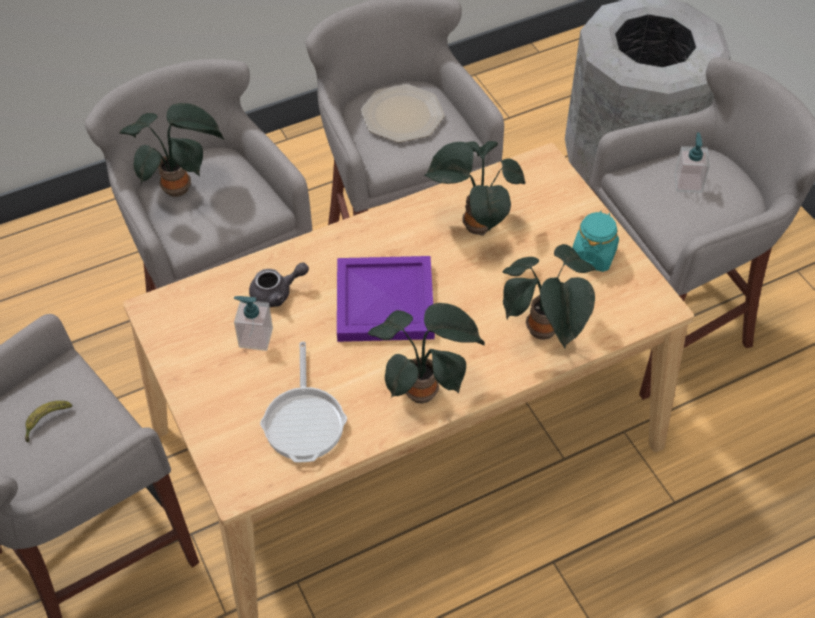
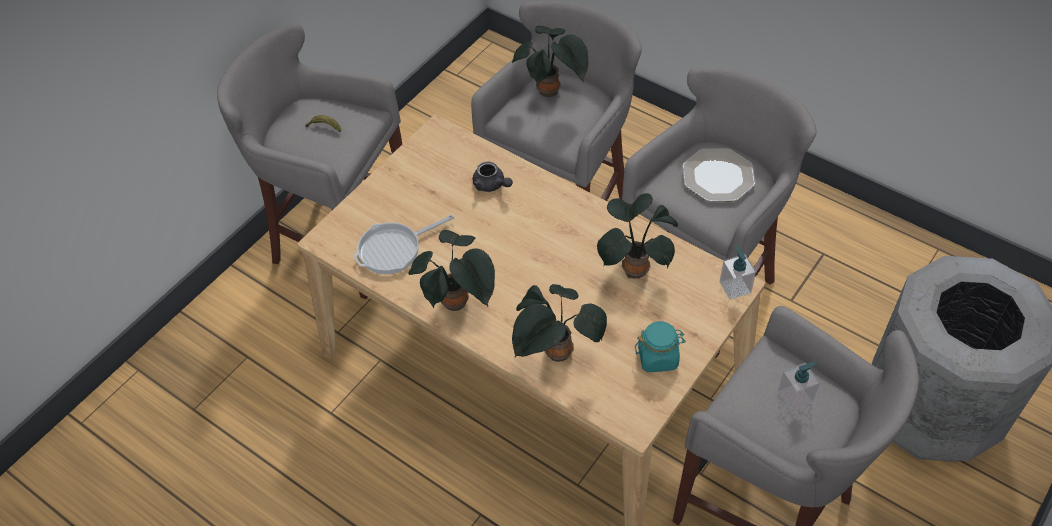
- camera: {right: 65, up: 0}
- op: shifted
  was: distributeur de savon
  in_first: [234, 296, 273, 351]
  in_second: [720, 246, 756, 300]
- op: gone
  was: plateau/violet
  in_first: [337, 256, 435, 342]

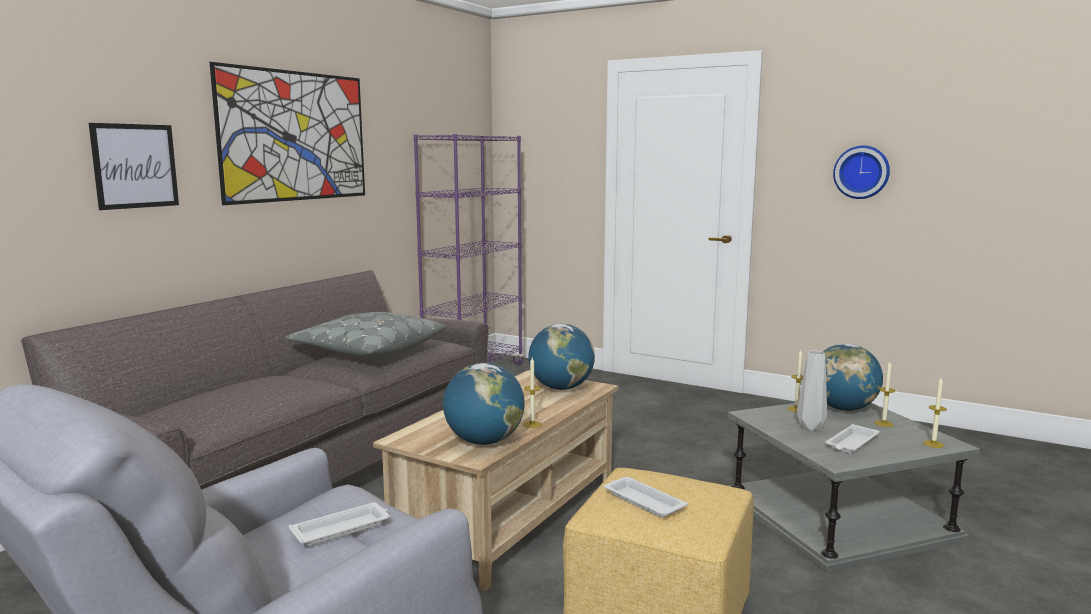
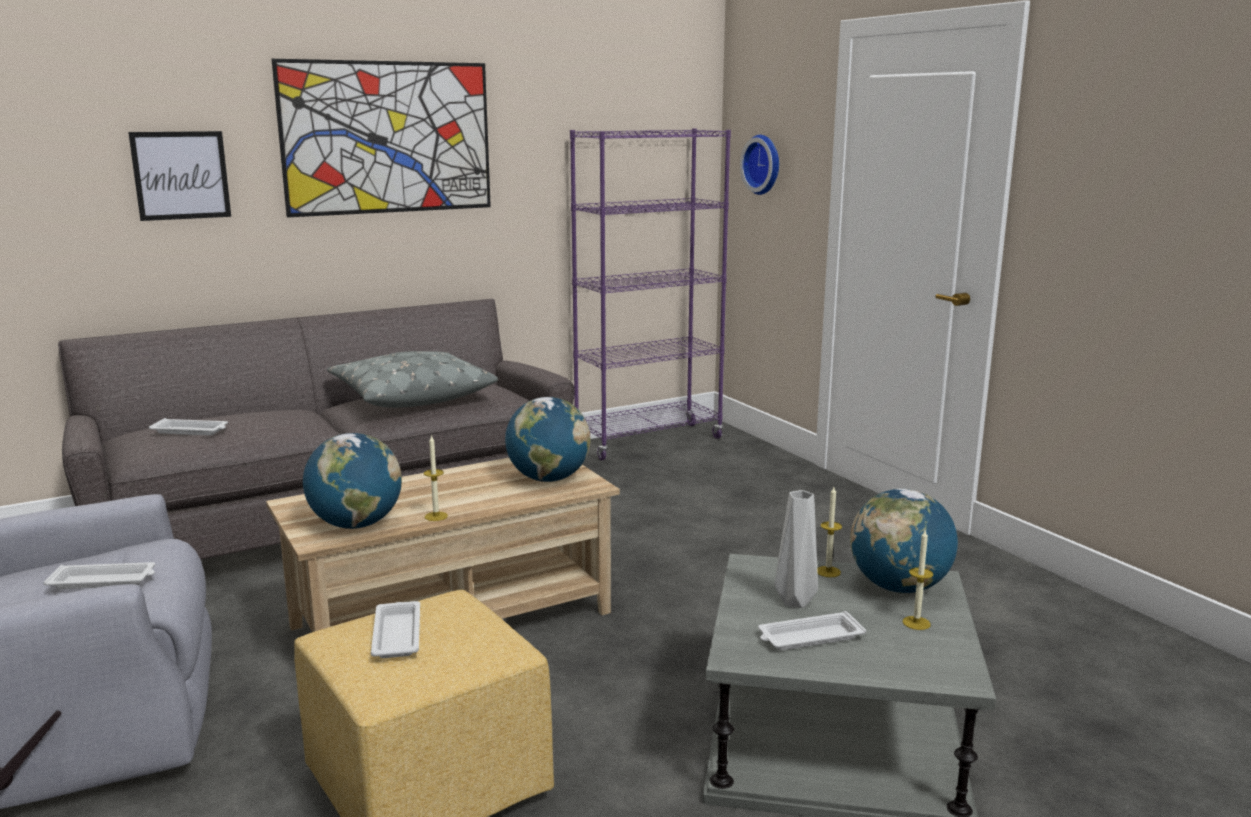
- camera: {right: 30, up: 5}
- op: new
  now: plateau/blanc
  in_second: [149, 418, 228, 435]
- op: shifted
  was: horloge murale
  in_first: [833, 146, 890, 199]
  in_second: [740, 135, 779, 195]
- op: gone
  was: bougie
  in_first: [923, 378, 947, 448]

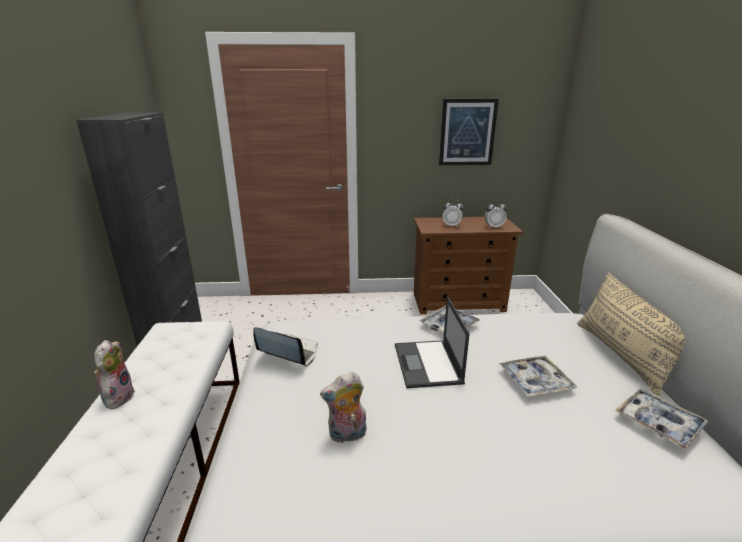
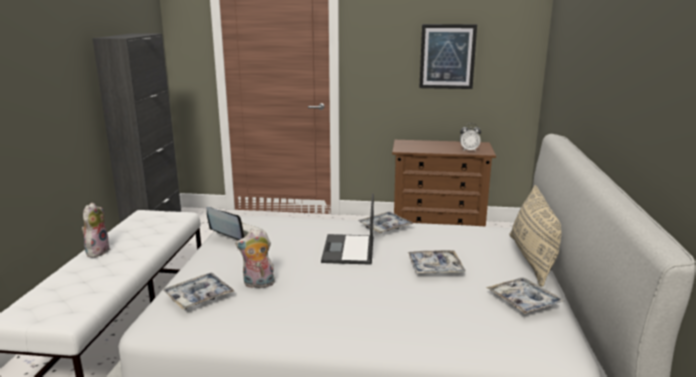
- camera: {right: 10, up: -5}
- op: new
  now: plateau
  in_second: [163, 273, 234, 309]
- op: gone
  was: réveil
  in_first: [443, 199, 464, 227]

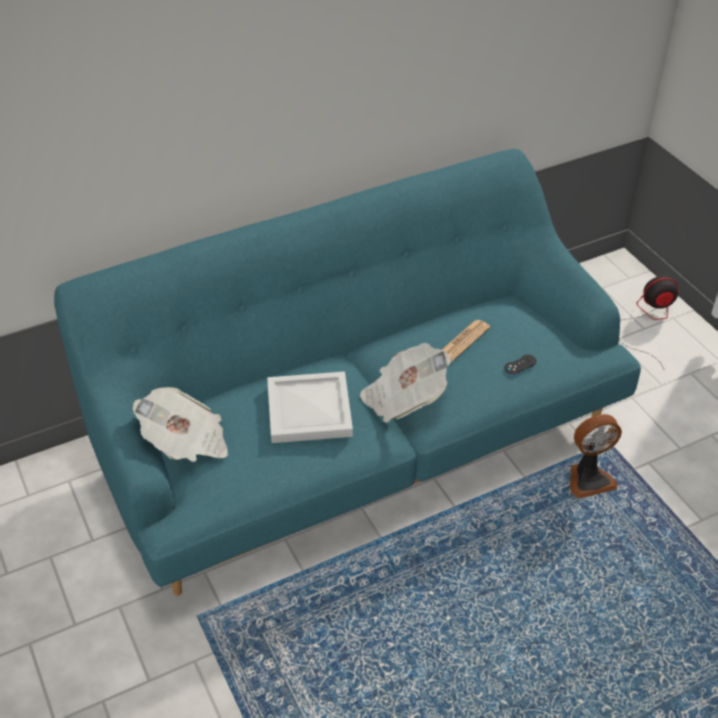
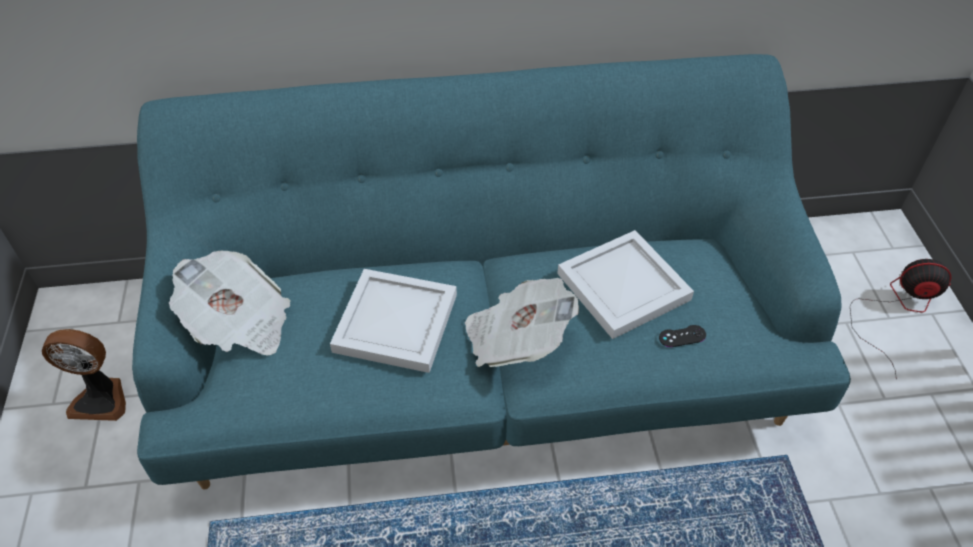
- camera: {right: 20, up: 5}
- op: shifted
  was: ventilateur
  in_first: [570, 414, 622, 499]
  in_second: [42, 329, 126, 421]
- op: swapped
  was: journal
  now: plateau/blanc
  in_first: [442, 320, 490, 361]
  in_second: [557, 230, 694, 339]

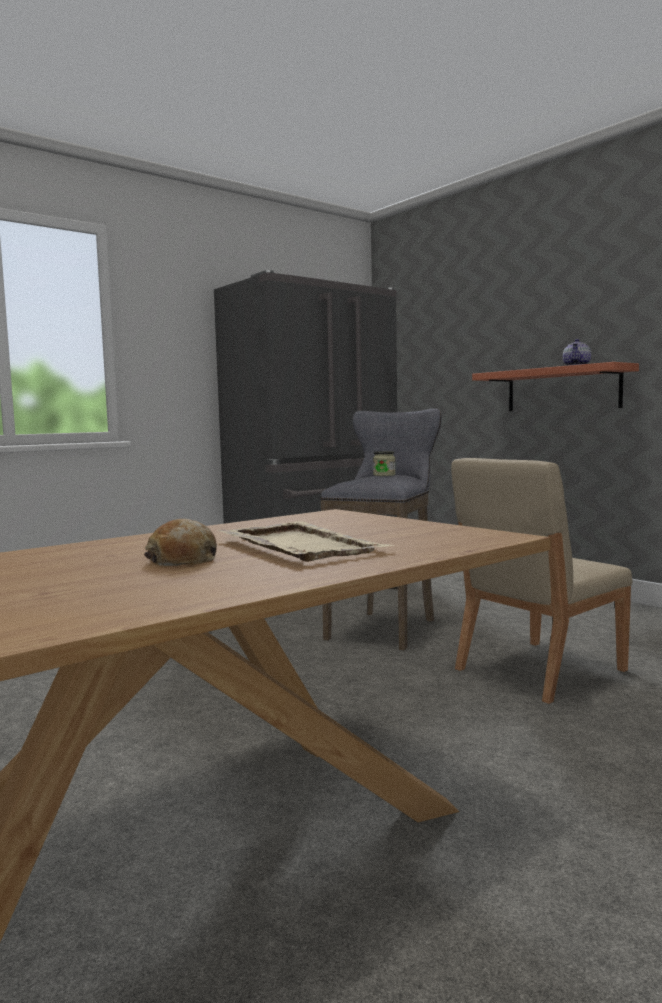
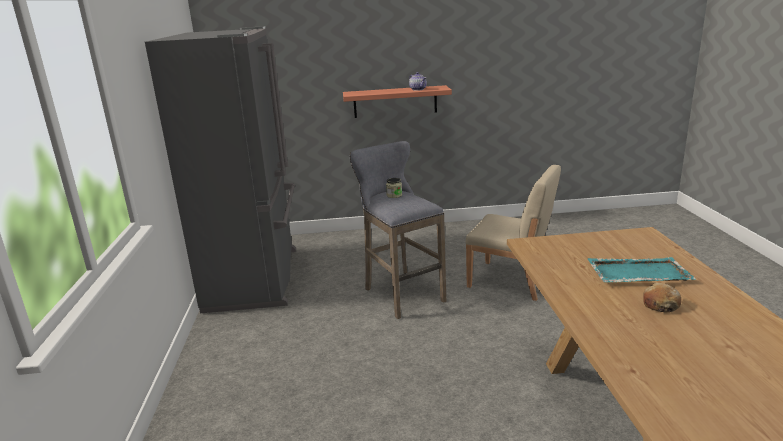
- camera: {right: -55, up: 15}
- op: rotated
  was: chaise/beige
  in_first: [451, 458, 632, 704]
  in_second: [466, 165, 561, 301]
  clockwise: -60
- op: repainted
  was: plateau/beige
  now: plateau/turquoise
  in_first: [218, 521, 394, 562]
  in_second: [587, 257, 696, 282]

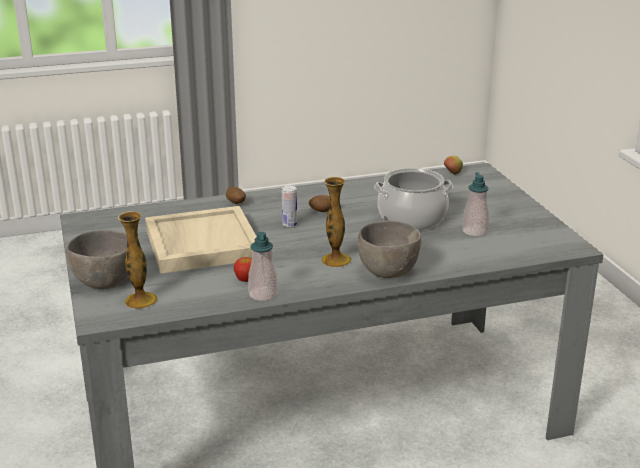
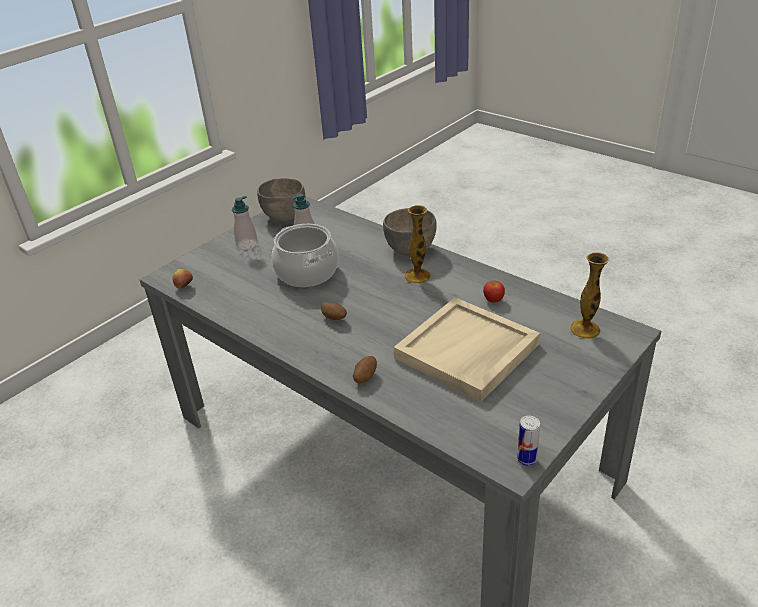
- camera: {right: -120, up: 10}
- op: shifted
  was: distributeur de savon
  in_first: [248, 232, 278, 301]
  in_second: [232, 196, 258, 250]
- op: shifted
  was: bol/gris
  in_first: [66, 230, 128, 289]
  in_second: [257, 178, 305, 221]
- op: shifted
  was: boîte métallique
  in_first: [282, 186, 297, 227]
  in_second: [517, 416, 540, 466]

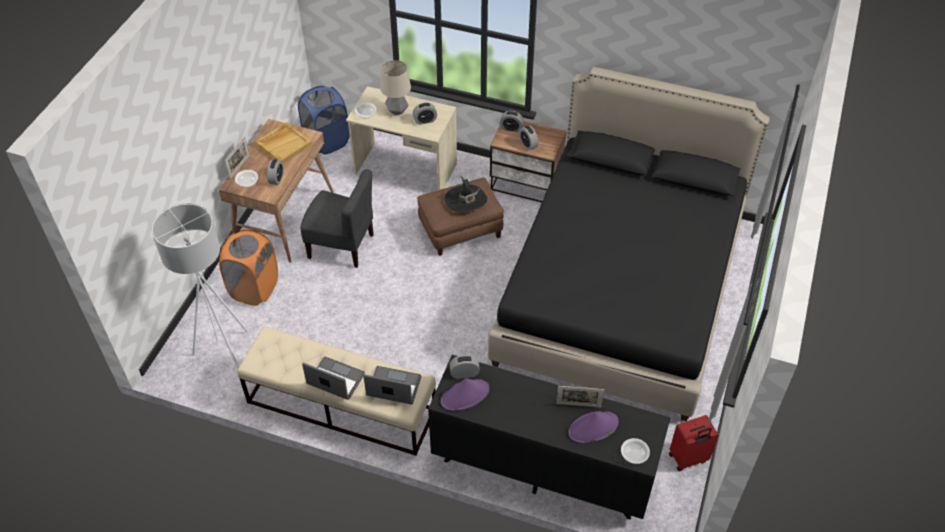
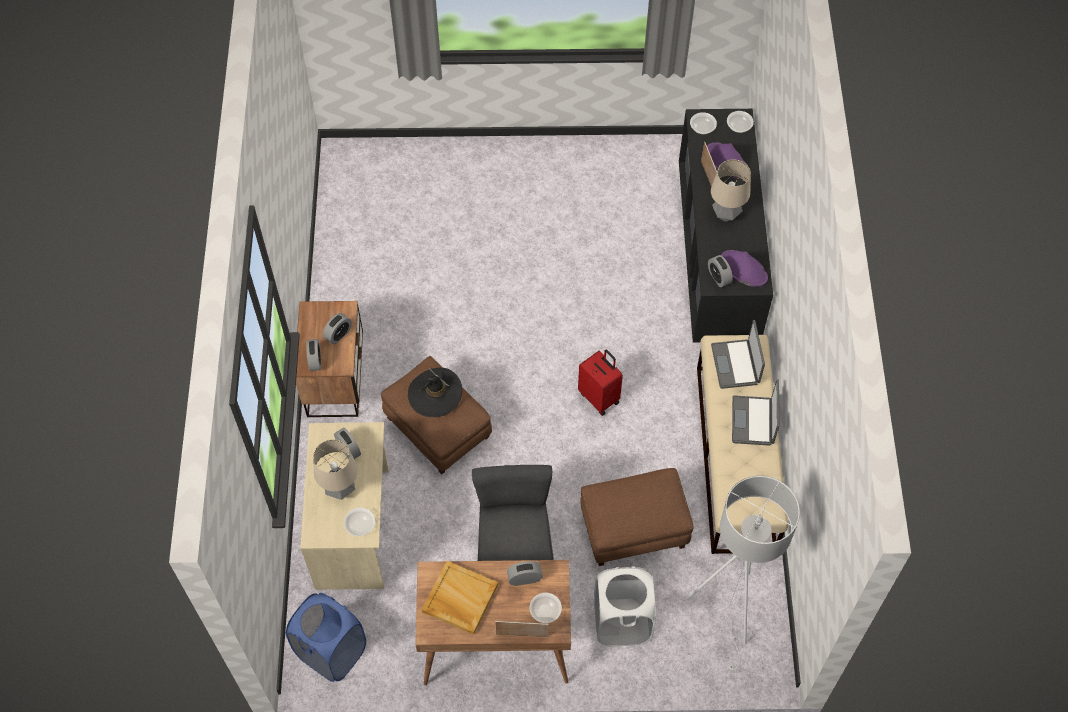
- camera: {right: -110, up: 10}
- op: shifted
  was: valise/rouge
  in_first: [669, 415, 719, 471]
  in_second: [578, 349, 623, 415]
- op: new
  now: pouf/marron
  in_second: [580, 468, 694, 566]
- op: repainted
  was: panier à linge/orange
  now: panier à linge/blanc
  in_first: [219, 229, 278, 306]
  in_second: [594, 566, 656, 646]
- op: new
  now: bol
  in_second: [690, 112, 717, 134]
- op: new
  now: lampe de table
  in_second: [711, 159, 751, 222]
- op: gone
  was: lit/noir
  in_first: [488, 67, 770, 421]

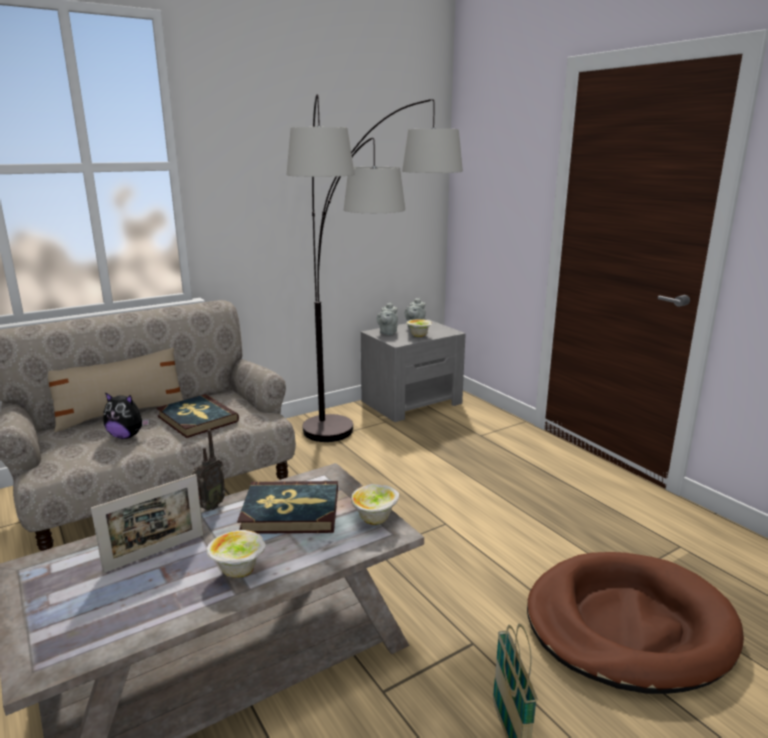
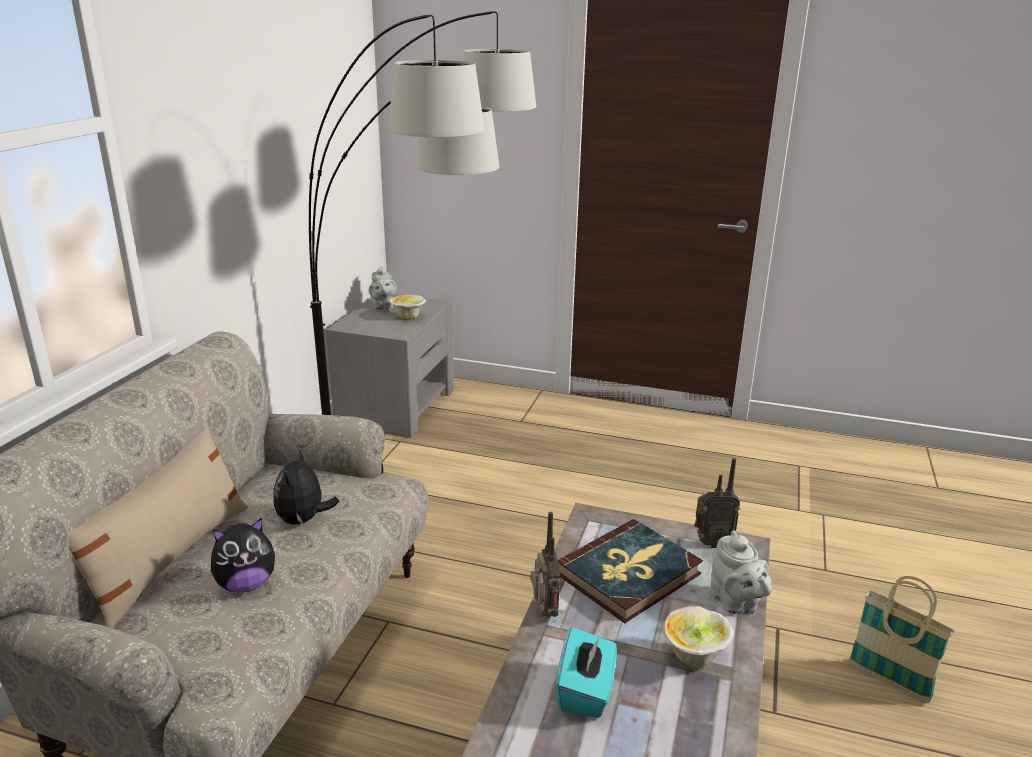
- camera: {right: -40, up: 5}
- op: swapped
  was: livre
  now: peluche
  in_first: [156, 394, 239, 438]
  in_second: [273, 451, 339, 525]
- op: swapped
  was: cadre photo
  now: boîte à mouchoirs/turquoise
  in_first: [91, 474, 204, 573]
  in_second: [556, 627, 617, 718]
- op: swapped
  was: bol
  now: radio
  in_first: [351, 484, 399, 525]
  in_second: [694, 458, 740, 548]
- op: shifted
  was: théière/gris
  in_first: [377, 302, 398, 335]
  in_second: [710, 530, 772, 614]
- op: gone
  was: panier pour chien/marron
  in_first: [527, 552, 744, 694]

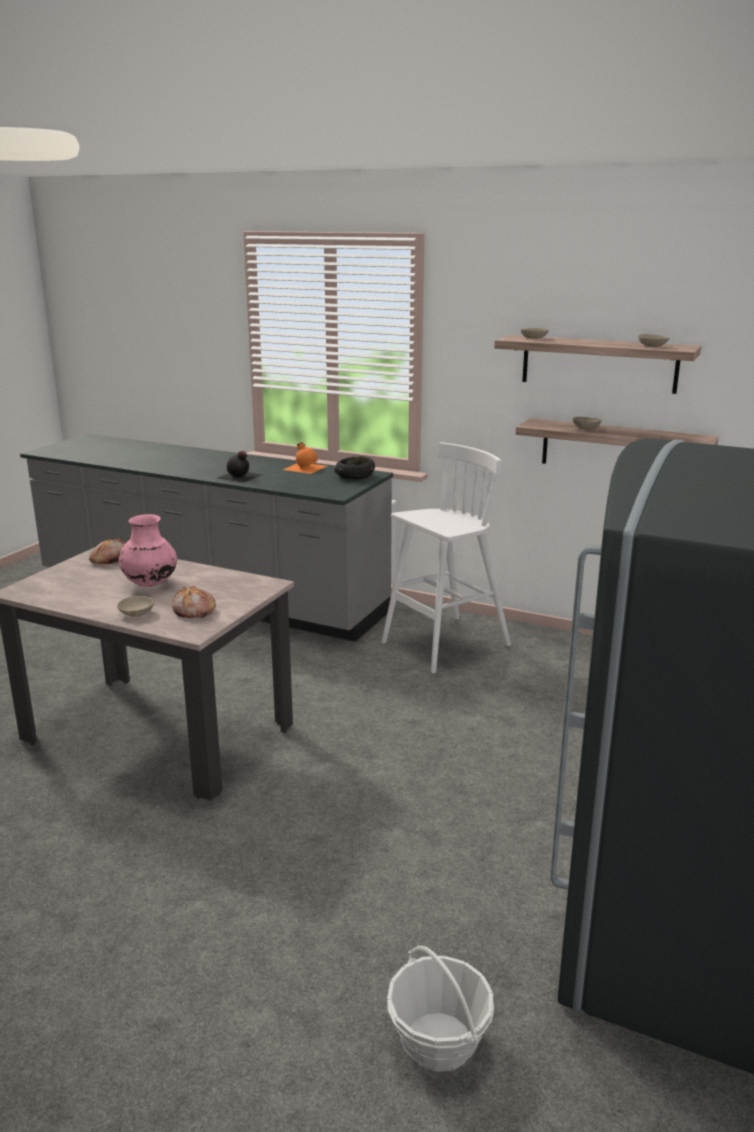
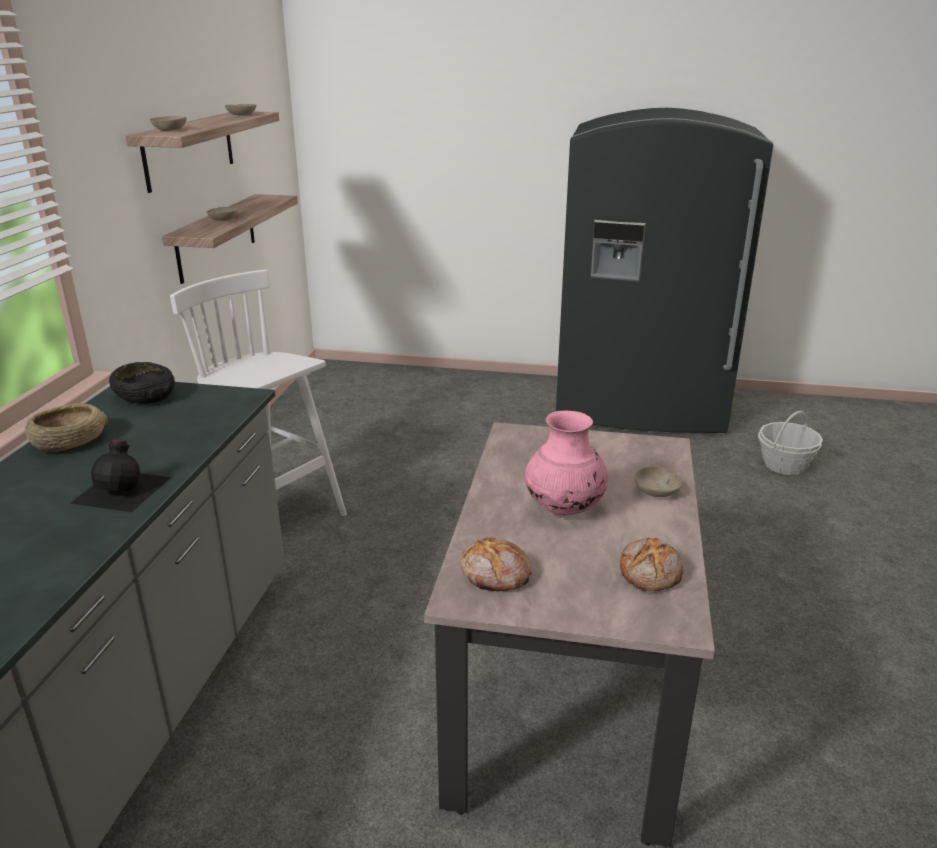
- camera: {right: -105, up: 5}
- op: swapped
  was: bouteille/orange
  now: bol/beige
  in_first: [283, 442, 327, 474]
  in_second: [25, 403, 108, 452]
- op: shifted
  was: pain
  in_first: [172, 586, 216, 618]
  in_second: [620, 538, 683, 591]

